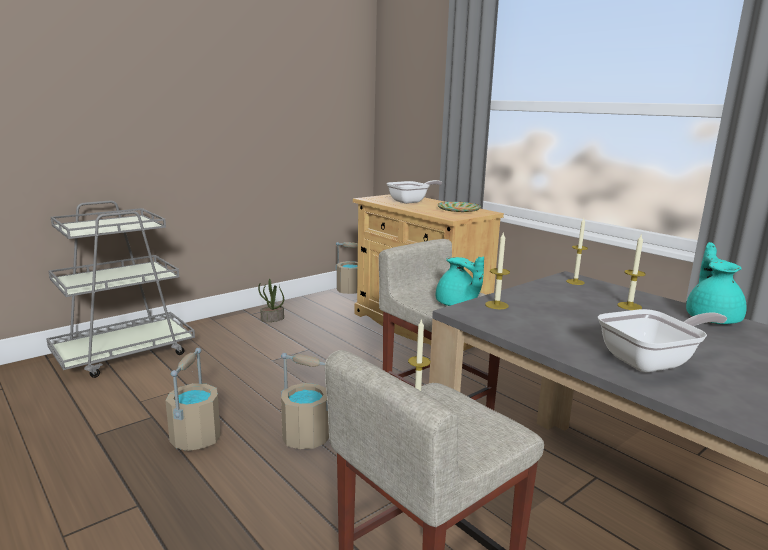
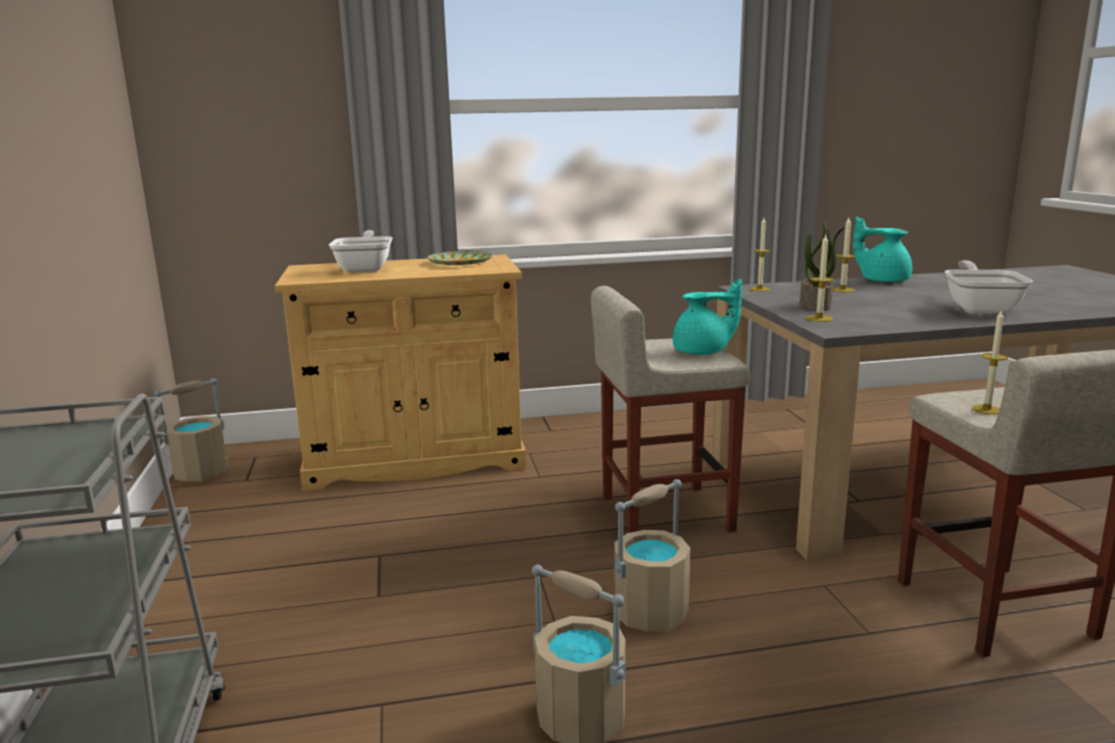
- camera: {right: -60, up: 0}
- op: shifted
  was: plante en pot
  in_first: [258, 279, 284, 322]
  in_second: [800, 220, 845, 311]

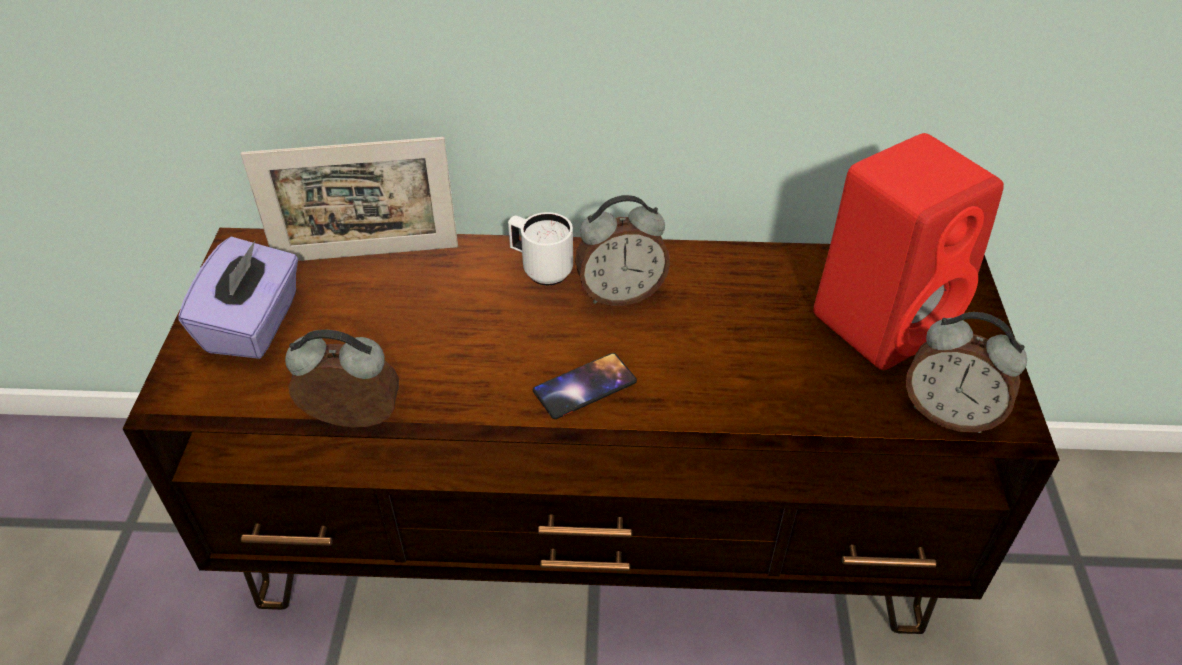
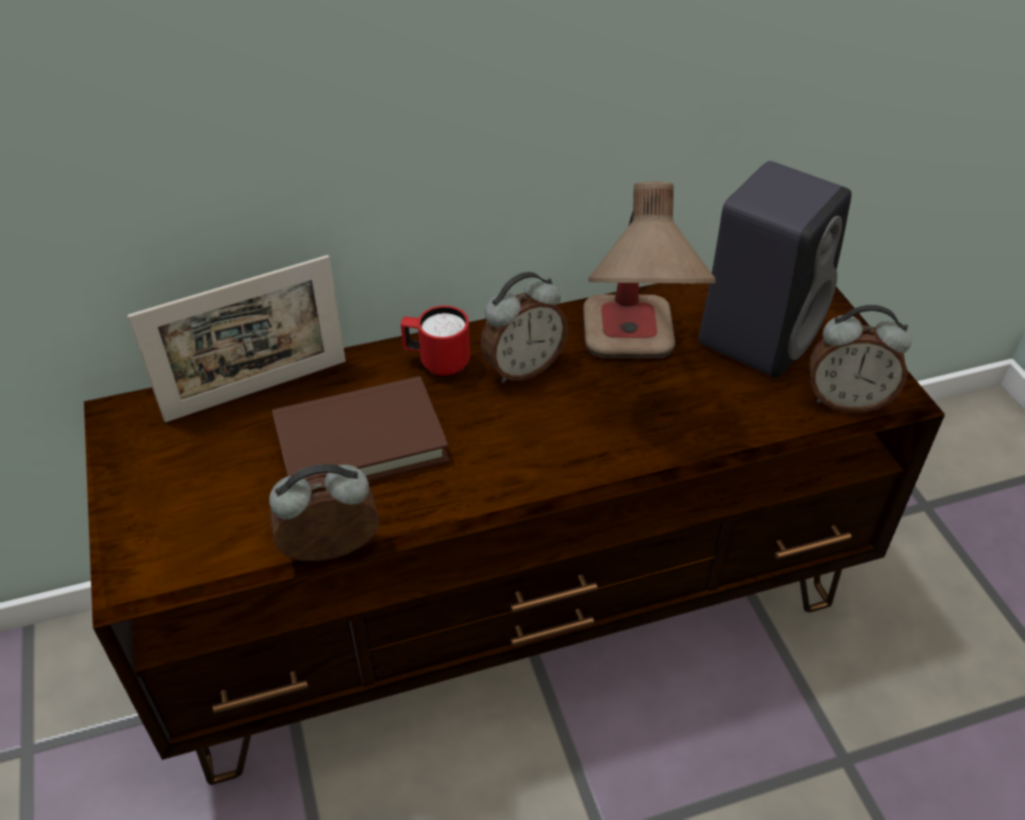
- camera: {right: -20, up: 0}
- op: new
  now: livre/marron
  in_second: [272, 376, 449, 482]
- op: repainted
  was: mug/blanc
  now: mug/rouge
  in_first: [508, 212, 573, 285]
  in_second: [401, 305, 470, 377]
- op: new
  now: lampe de table
  in_second: [583, 182, 716, 358]
- op: repainted
  was: enceinte/rouge
  now: enceinte/noir
  in_first: [813, 133, 1004, 370]
  in_second: [699, 161, 852, 378]
- op: gone
  was: boîte à mouchoirs/violet
  in_first: [178, 237, 298, 359]
- op: gone
  was: téléphone
  in_first: [533, 353, 637, 419]

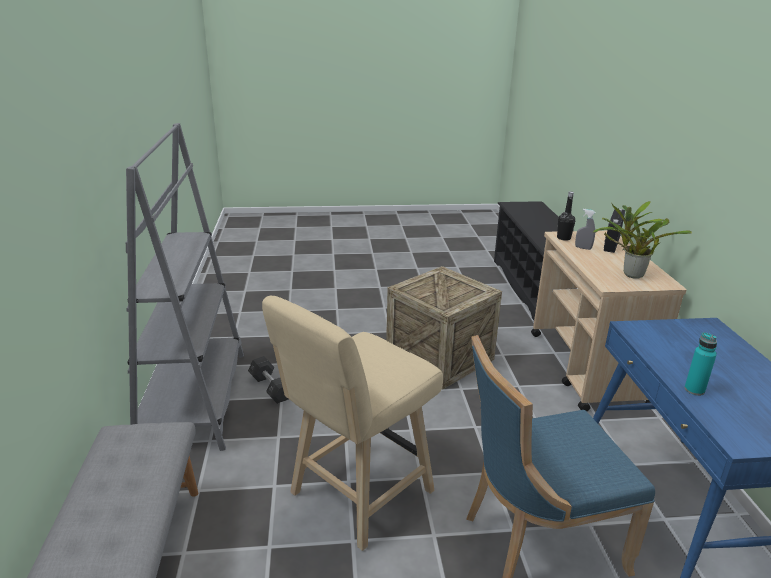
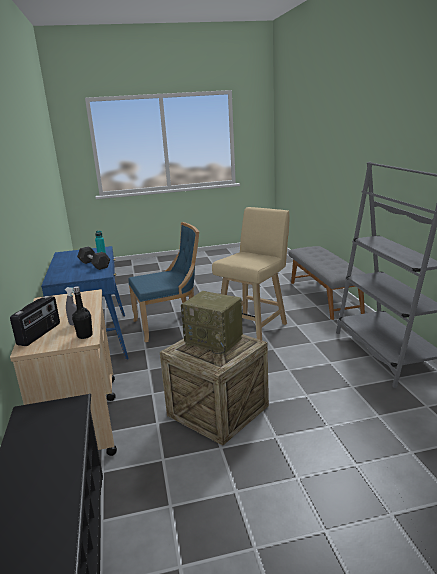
- camera: {right: 175, up: -5}
- op: shifted
  was: haltère/gris
  in_first: [248, 356, 288, 404]
  in_second: [77, 247, 110, 270]
- op: new
  now: radio
  in_second: [181, 291, 243, 354]
- op: gone
  was: plante en pot
  in_first: [593, 201, 692, 279]

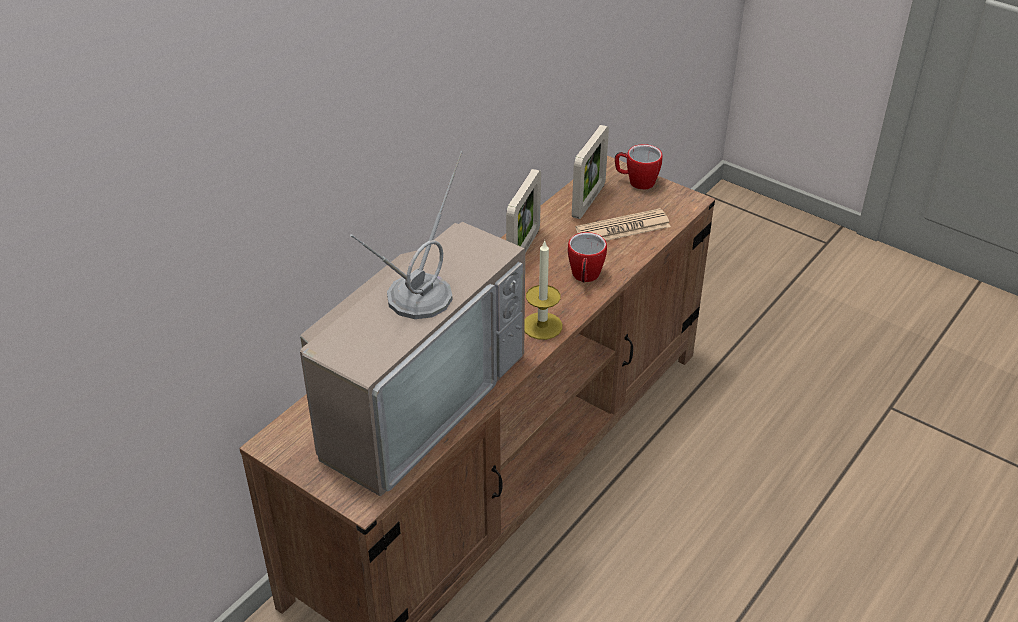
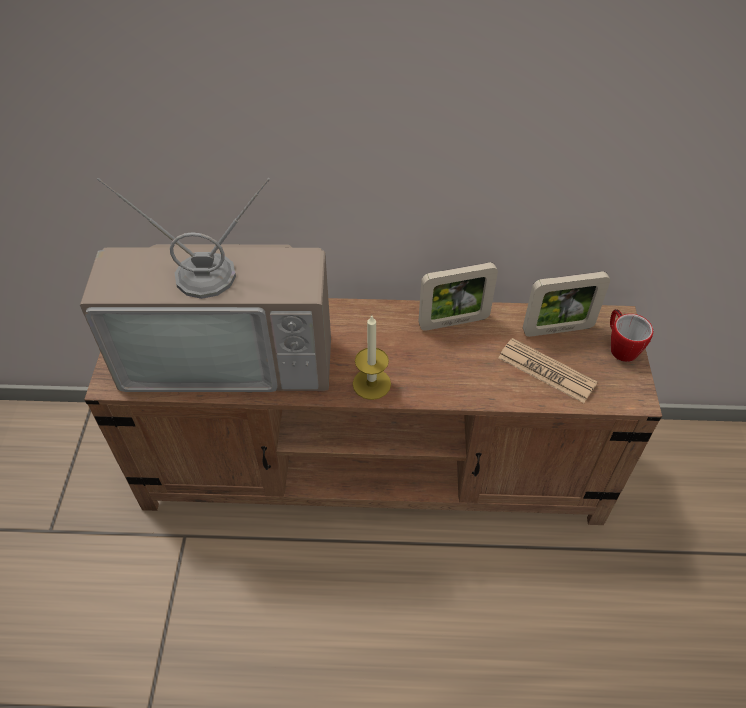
- camera: {right: 55, up: 10}
- op: gone
  was: mug
  in_first: [568, 232, 607, 283]

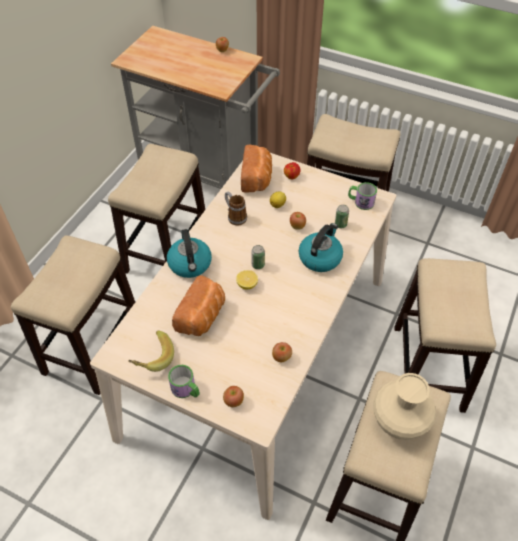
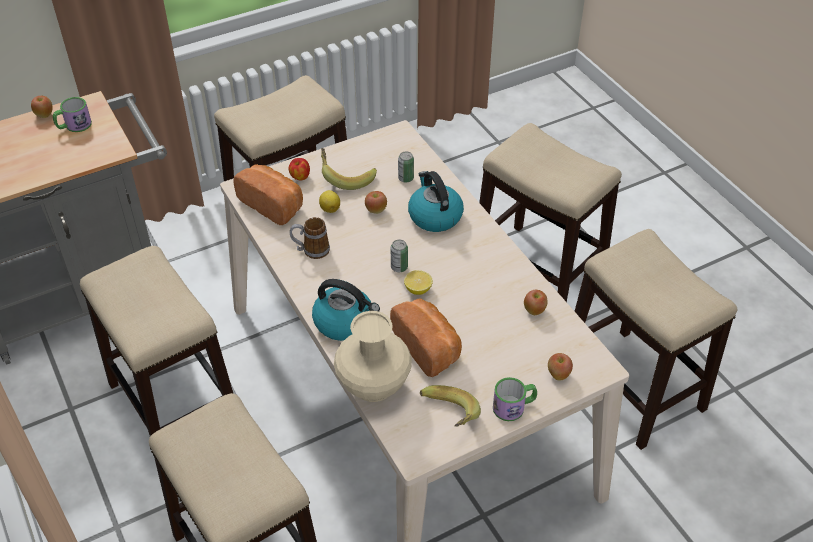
- camera: {right: -55, up: -5}
- op: shifted
  was: mug
  in_first: [348, 182, 377, 210]
  in_second: [53, 97, 92, 132]
- op: new
  now: banane
  in_second: [321, 148, 377, 190]
- op: shifted
  was: vase/beige
  in_first: [373, 373, 436, 440]
  in_second: [334, 311, 412, 402]

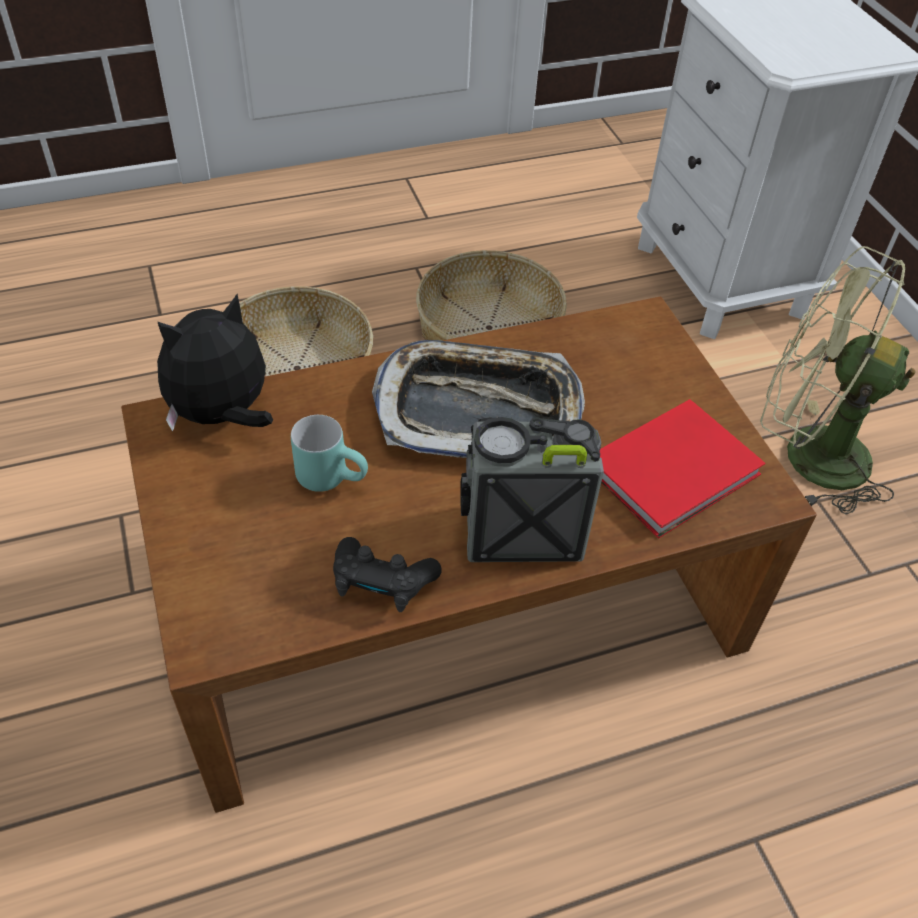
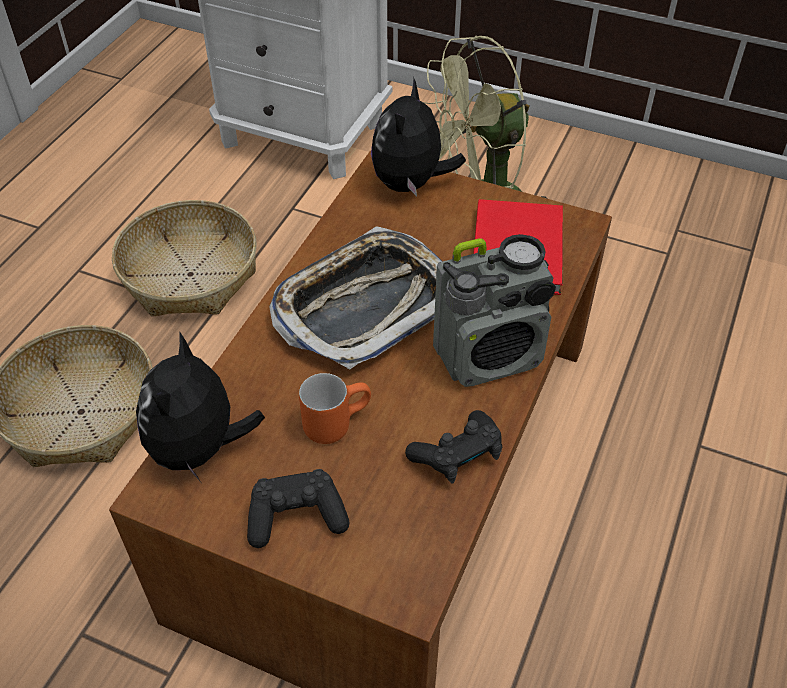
- camera: {right: -45, up: 0}
- op: new
  now: manette/noir
  in_second: [247, 469, 350, 548]
- op: repainted
  was: mug/turquoise
  now: mug/orange
  in_first: [291, 415, 368, 492]
  in_second: [299, 373, 371, 444]
- op: new
  now: peluche
  in_second: [371, 78, 466, 196]
- op: rotated
  was: radio
  in_first: [460, 417, 604, 562]
  in_second: [433, 234, 556, 387]
  clockwise: -150

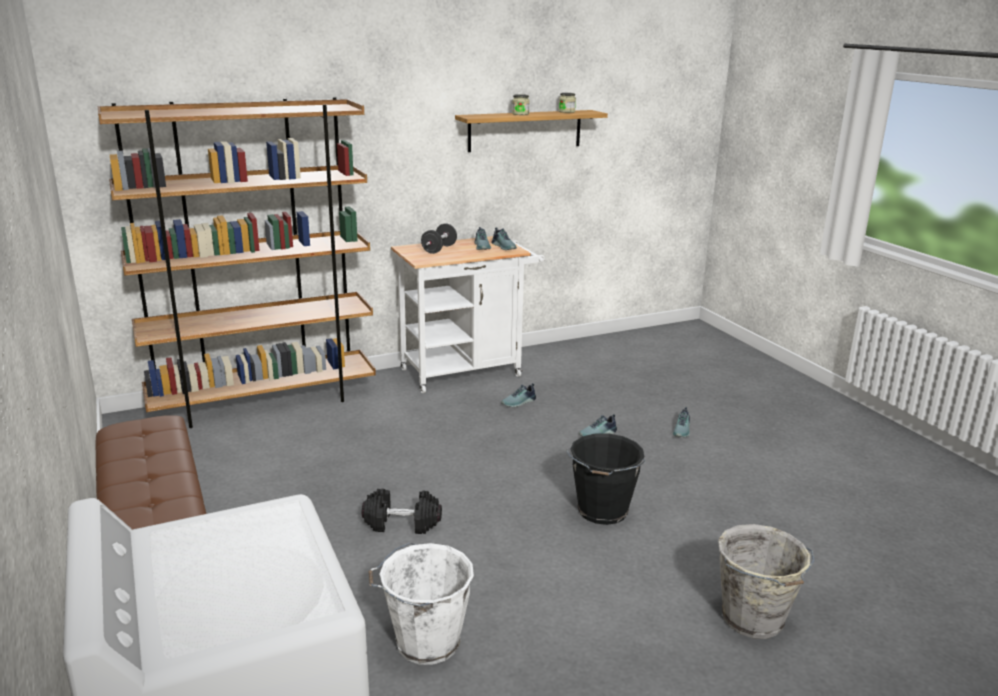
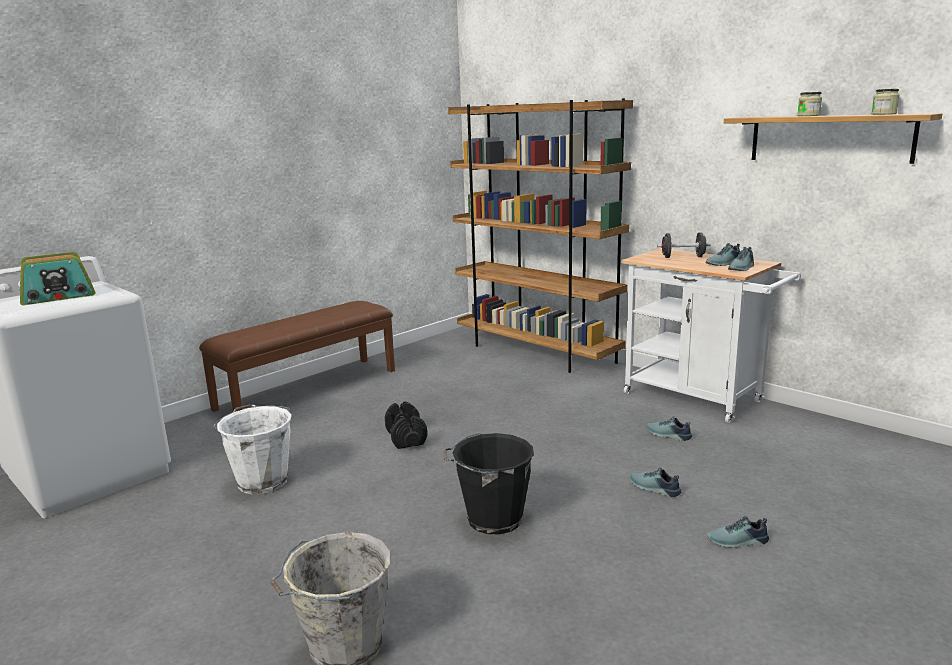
- camera: {right: 70, up: -5}
- op: new
  now: radio
  in_second: [20, 252, 95, 305]

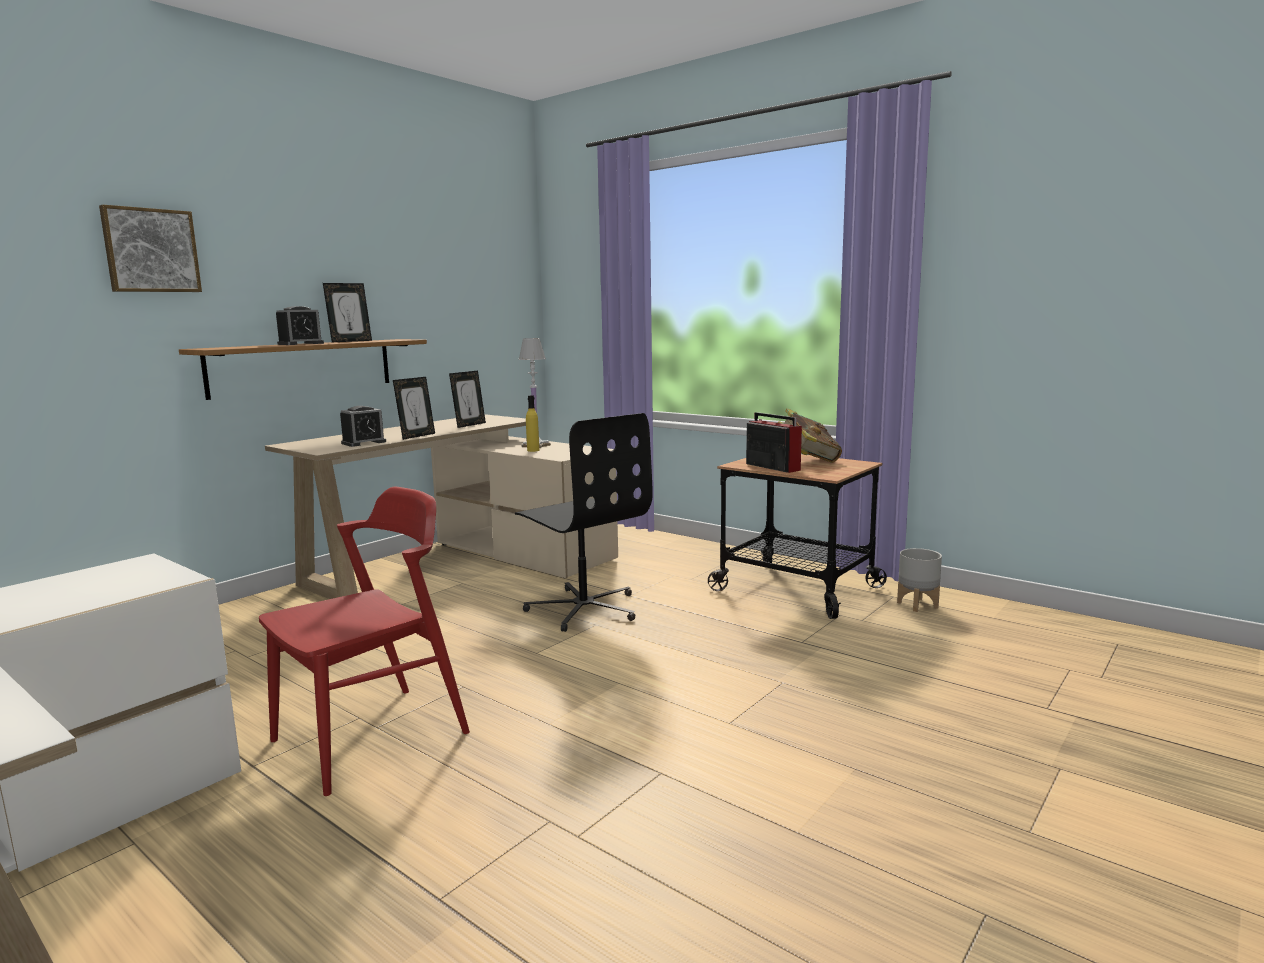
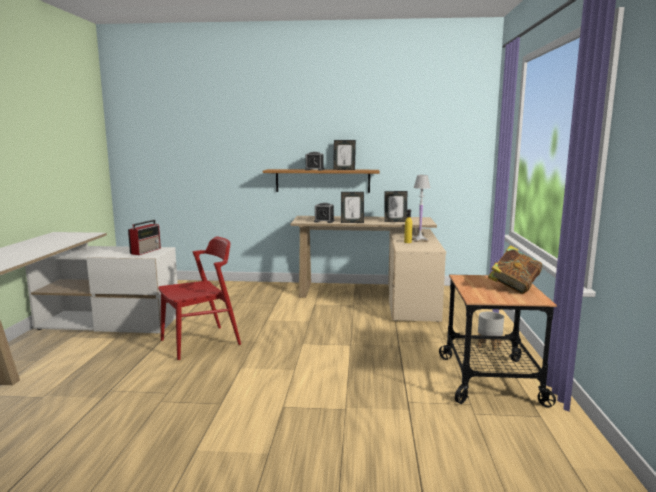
- camera: {right: 55, up: 0}
- op: shifted
  was: radio
  in_first: [746, 412, 802, 473]
  in_second: [128, 220, 161, 255]
- op: rotated
  was: chaise/rouge
  in_first: [259, 487, 470, 796]
  in_second: [158, 237, 241, 360]
  clockwise: -45
- op: shifted
  was: cache-pot/gris
  in_first: [897, 548, 942, 612]
  in_second: [477, 312, 504, 351]
- op: gone
  was: tableau
  in_first: [99, 205, 202, 292]
- op: gone
  was: chaise de bureau/noir
  in_first: [515, 413, 653, 632]

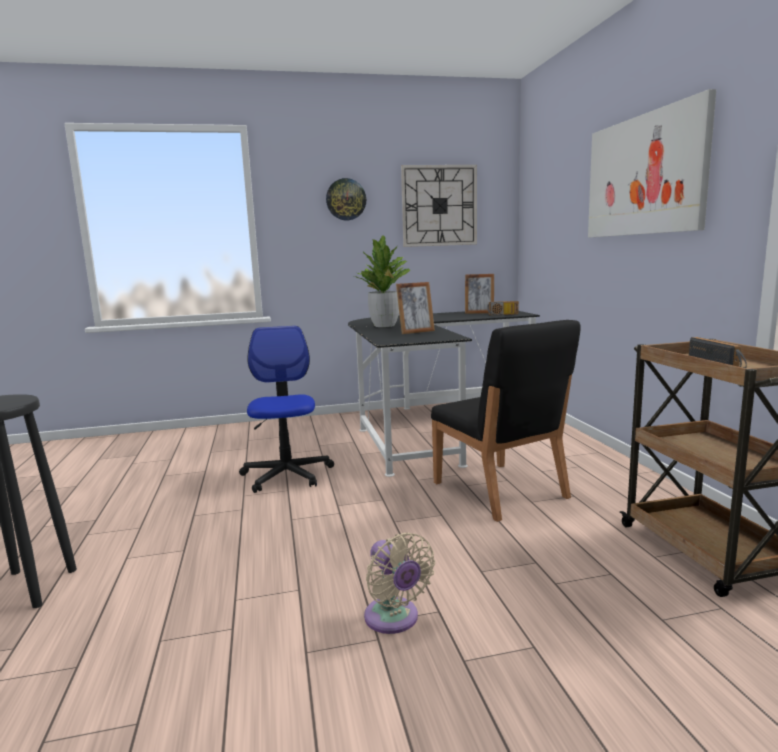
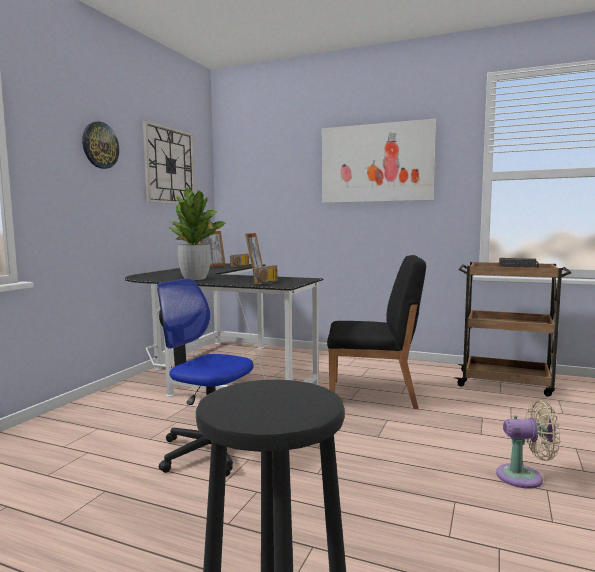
- camera: {right: -55, up: -5}
- op: new
  now: radio
  in_second: [253, 265, 278, 285]

